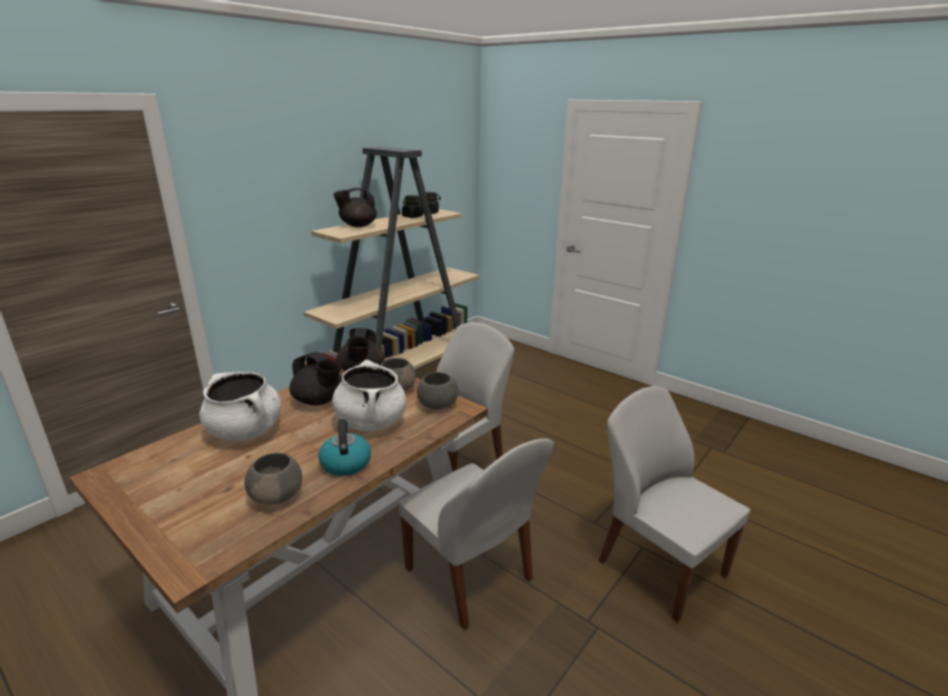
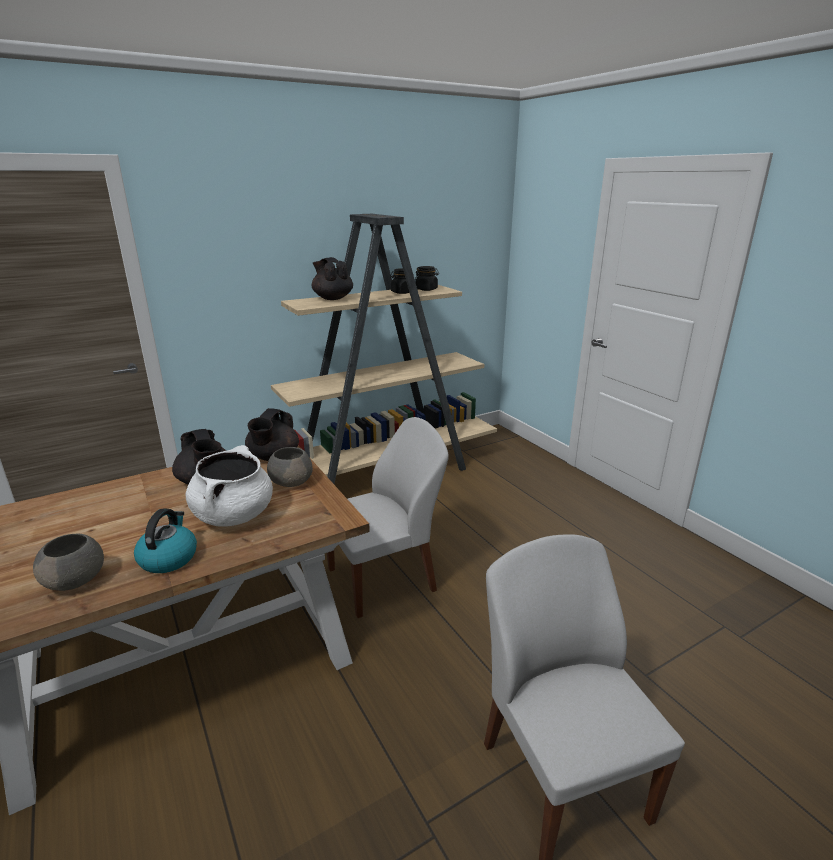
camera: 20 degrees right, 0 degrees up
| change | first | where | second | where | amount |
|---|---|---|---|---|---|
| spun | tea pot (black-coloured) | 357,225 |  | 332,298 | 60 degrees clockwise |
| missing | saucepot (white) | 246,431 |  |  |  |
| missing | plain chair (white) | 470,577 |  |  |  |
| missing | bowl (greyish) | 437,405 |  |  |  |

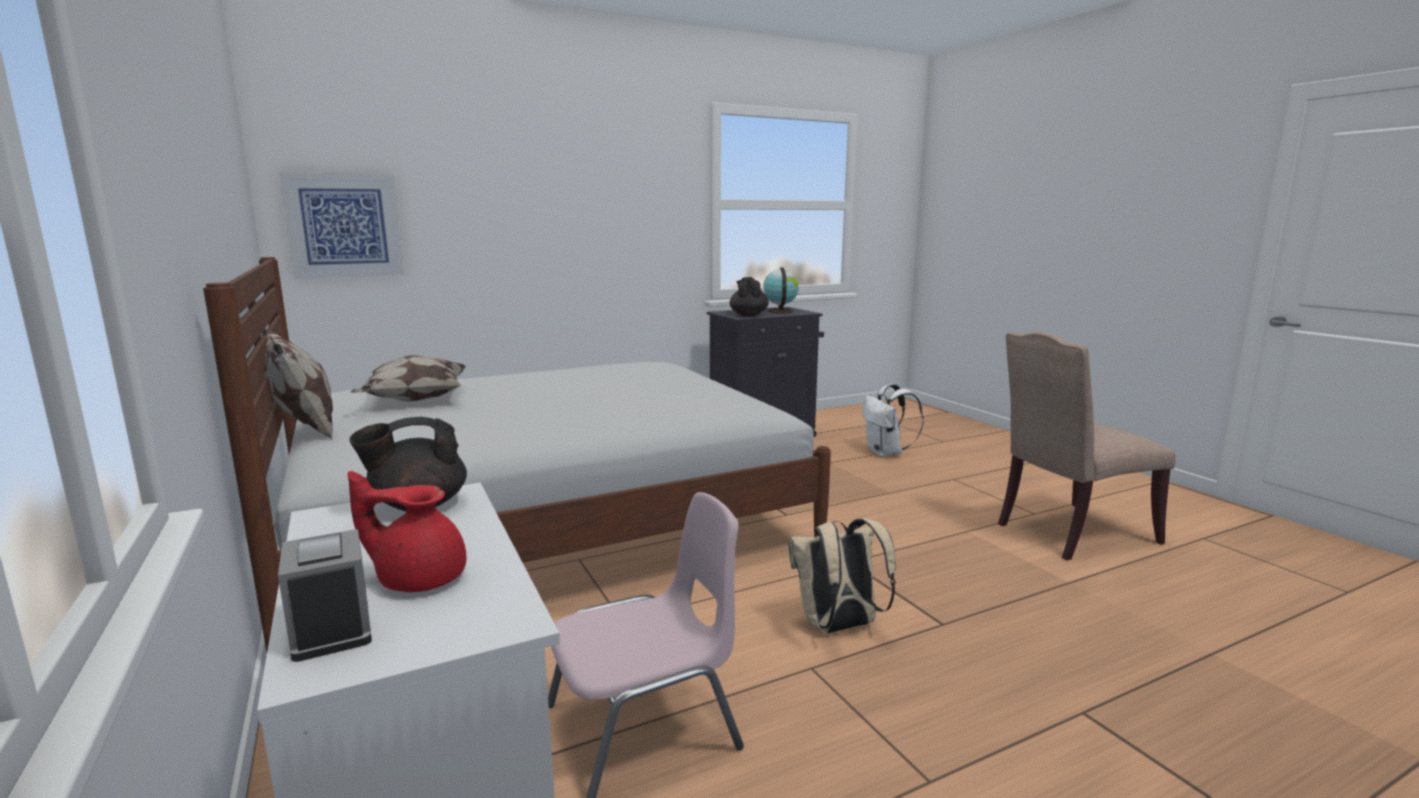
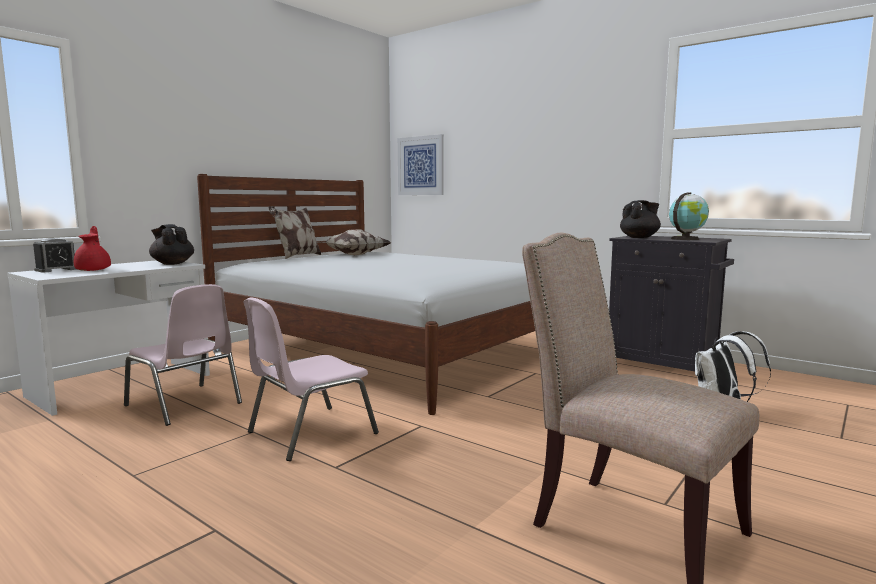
camera: 65 degrees right, 5 degrees down
| change | first | where | second | where | amount |
|---|---|---|---|---|---|
| exchanged | backpack (beige) | 838,627 | plain chair (pink-coloured) | 310,433 |  |

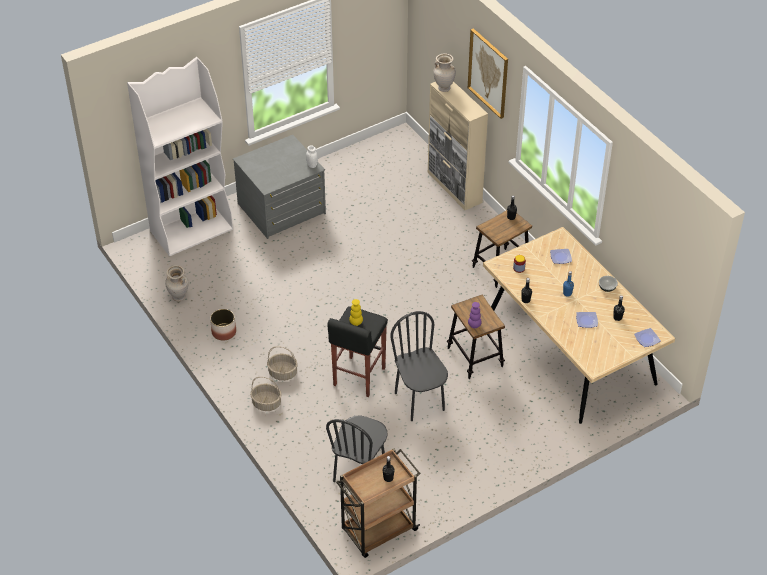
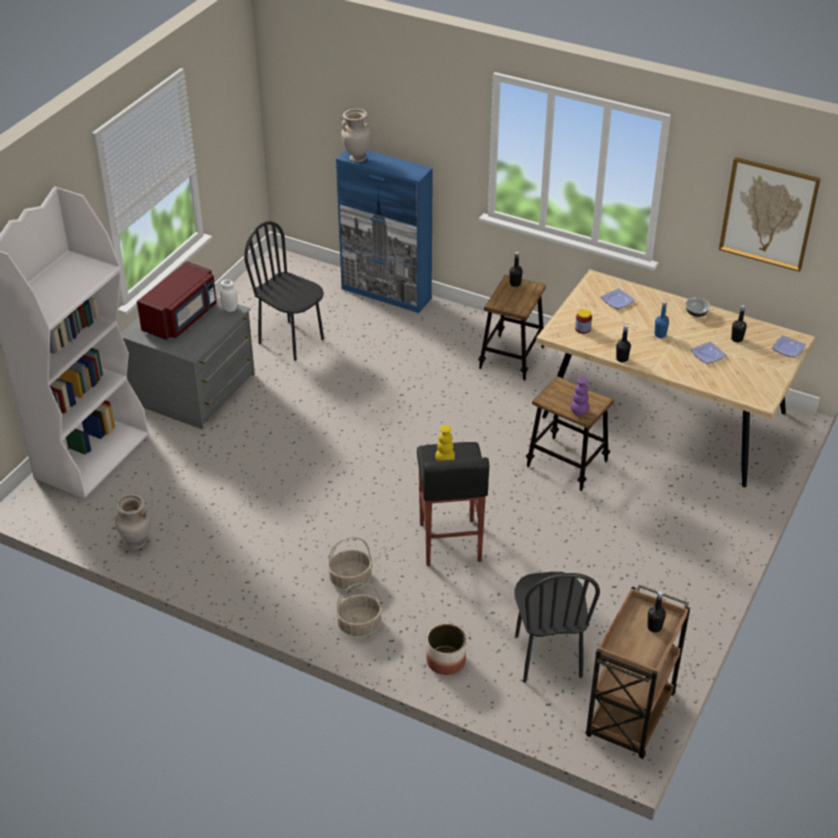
camera: 30 degrees left, 5 degrees down
| change | first | where | second | where | amount |
|---|---|---|---|---|---|
| appeared |  |  | microwave (red-coloured) | 181,318 |  |
| relocated | plain chair (black-coloured) | 420,401 |  | 291,341 |  |
| colour | storage cabinet (beige) | 454,187 | storage cabinet (blue) | 386,294 |  |
| relocated | flower pot | 224,332 |  | 446,661 |  |
| relocated | picture | 488,73 |  | 768,213 |  |

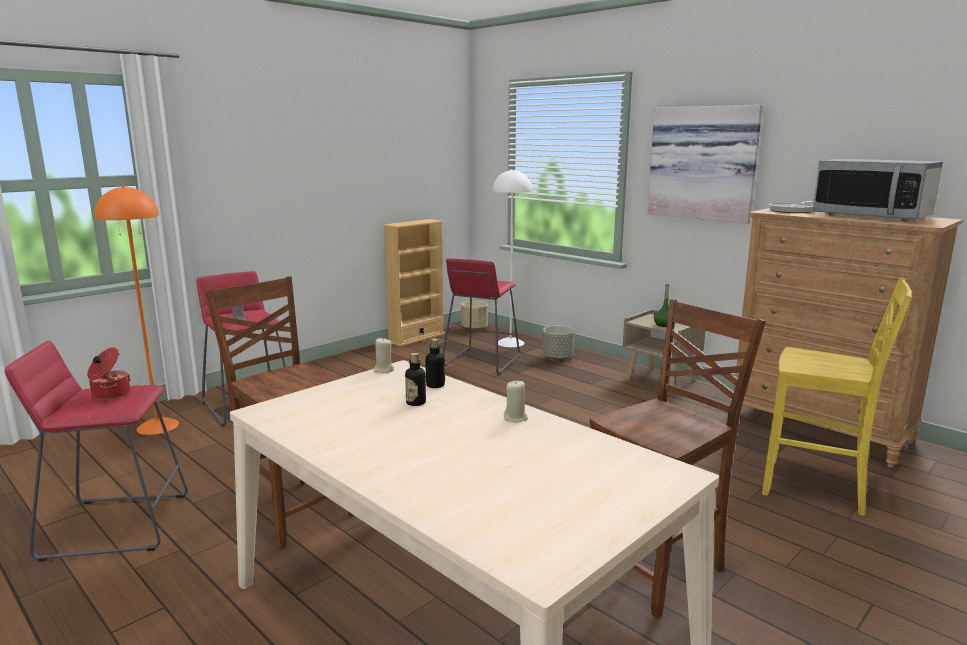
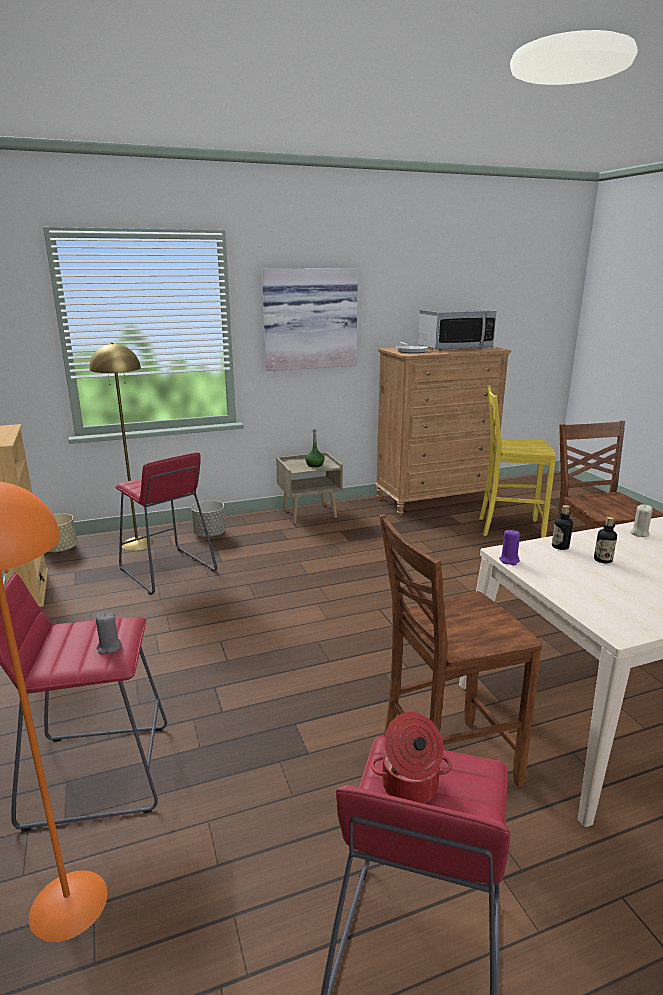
camera: 65 degrees left, 5 degrees up
| change | first | where | second | where | amount |
|---|---|---|---|---|---|
| colour | standard lamp (white) | 510,343 | standard lamp (yellow) | 137,543 |  |
| spun | plain chair (yellow) | 816,489 |  | 508,528 | 135 degrees counterclockwise |
| colour | wax candle (beige) | 383,370 | wax candle (purple) | 509,560 |  |

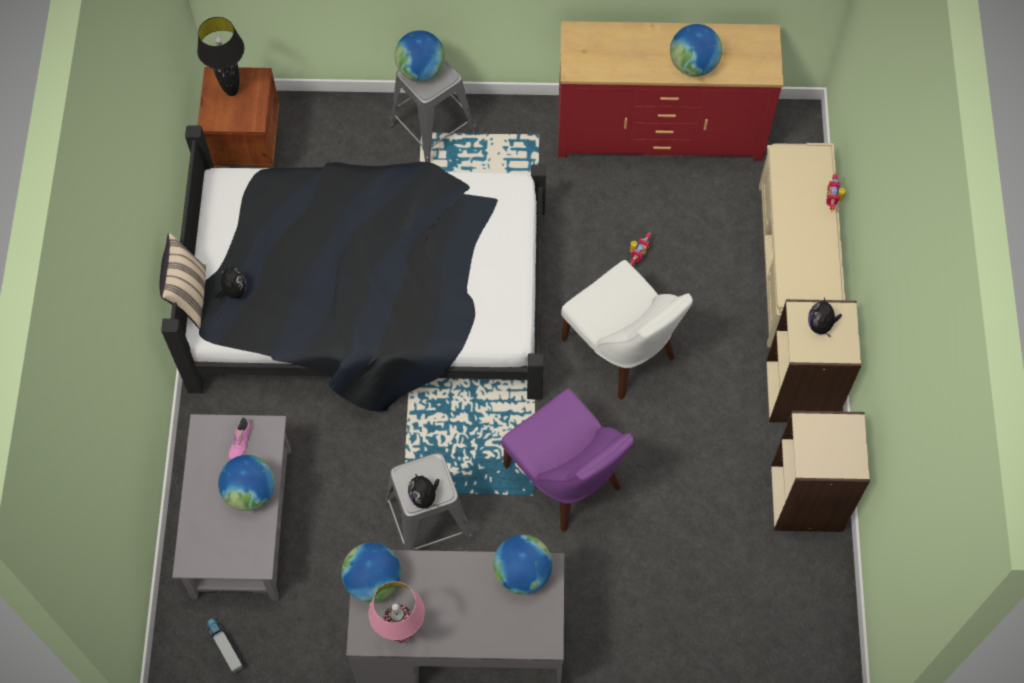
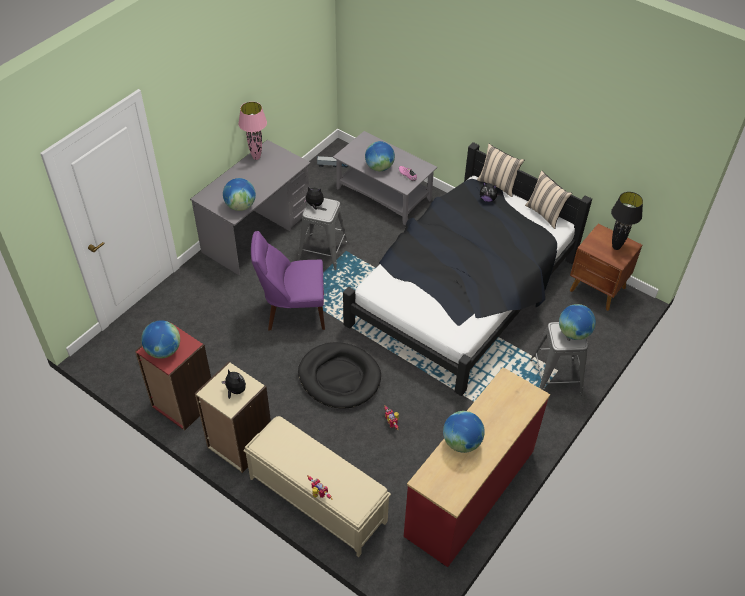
camera: 125 degrees right, 15 degrees down
| change | first | where | second | where | amount |
|---|---|---|---|---|---|
| colour | bookshelf (beige) | 807,498 | bookshelf (red-coloured) | 183,404 |  |
| relocated | world globe | 373,581 |  | 163,350 |  |
| exchanged | plain chair (white) | 622,352 | dog cushion (black-coloured) | 339,377 |  |
| appeared |  |  | cushion (beige) | 545,213 |  |

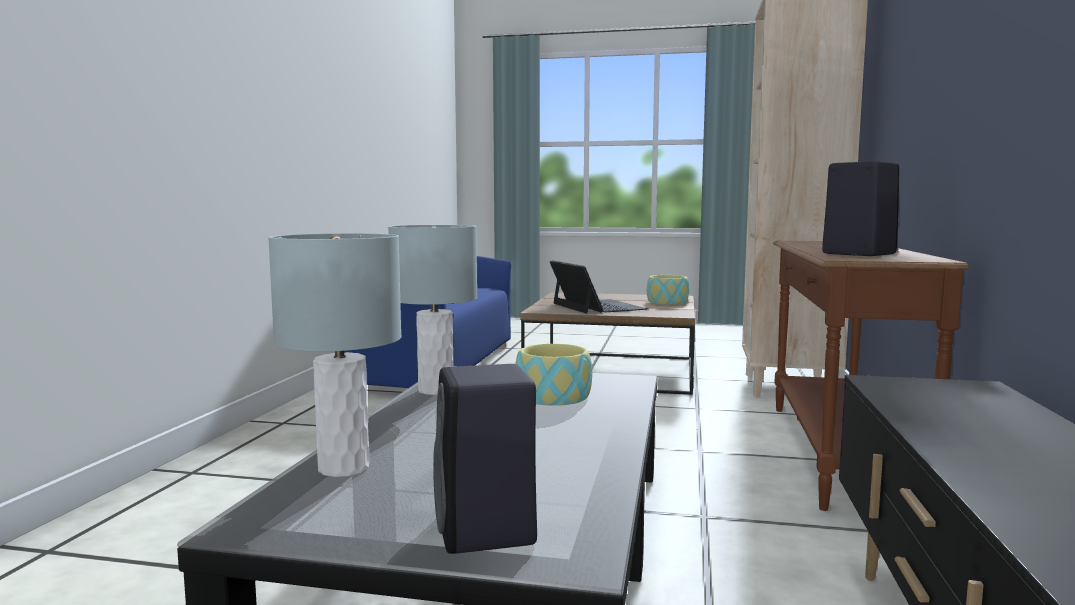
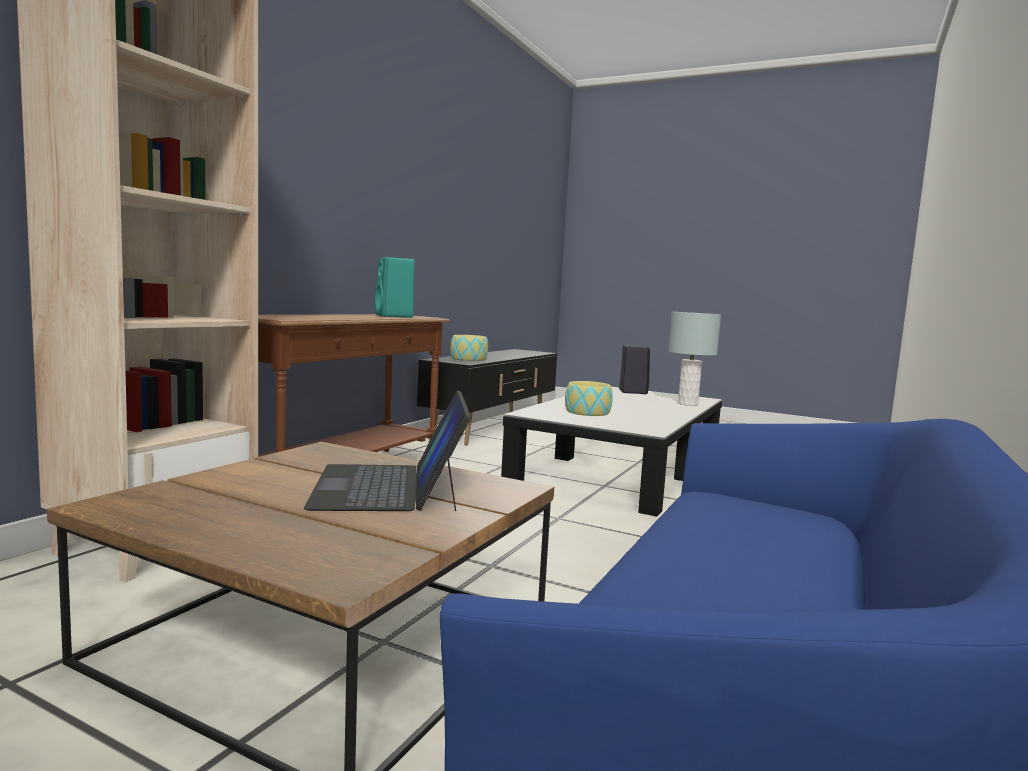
camera: 165 degrees left, 0 degrees up
| change | first | where | second | where | amount |
|---|---|---|---|---|---|
| colour | loudspeaker (black-coloured) | 856,254 | loudspeaker (turquoise-coloured) | 394,316 |  |
| relocated | bowl | 667,302 |  | 468,359 |  |
| missing | lamp for a table (greyish) | 435,390 |  |  |  |

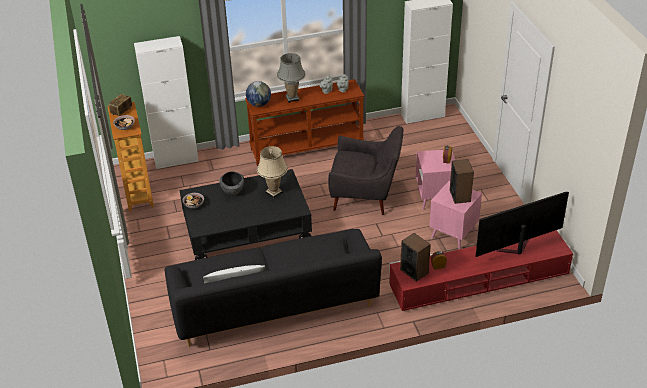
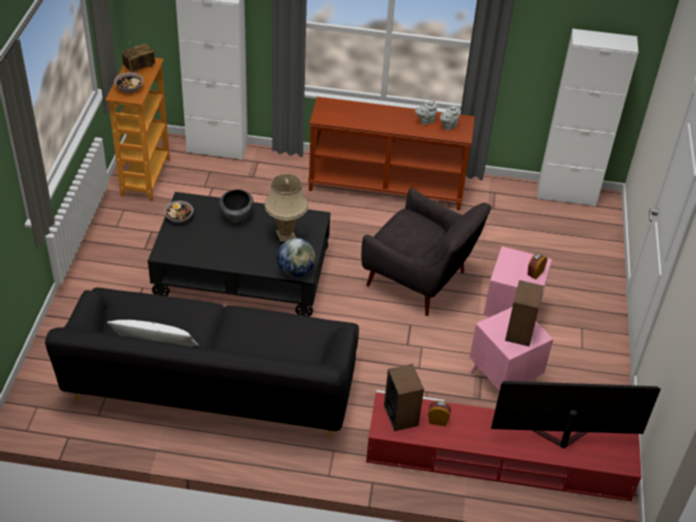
camera: 20 degrees right, 5 degrees up
| change | first | where | second | where | amount |
|---|---|---|---|---|---|
| relocated | world globe | 259,104 |  | 295,271 |  |
| missing | lamp for a table (greyish) | 292,98 |  |  |  |

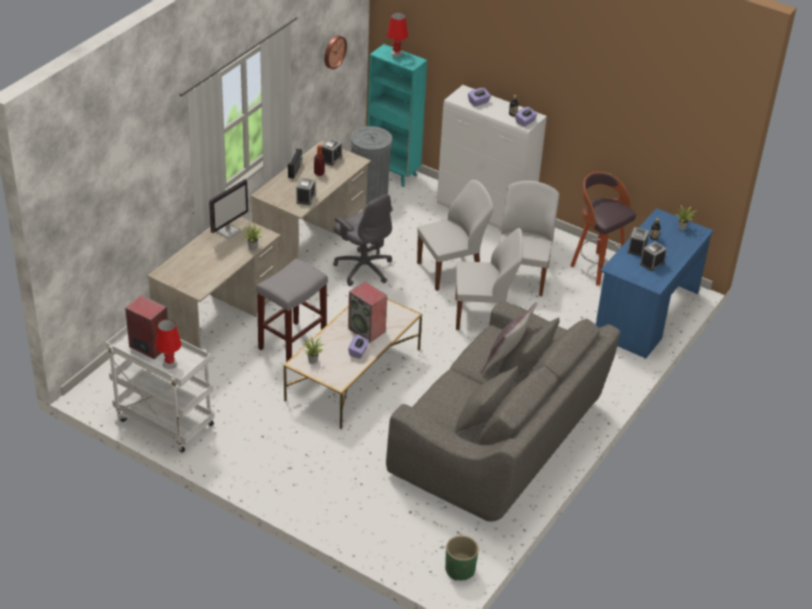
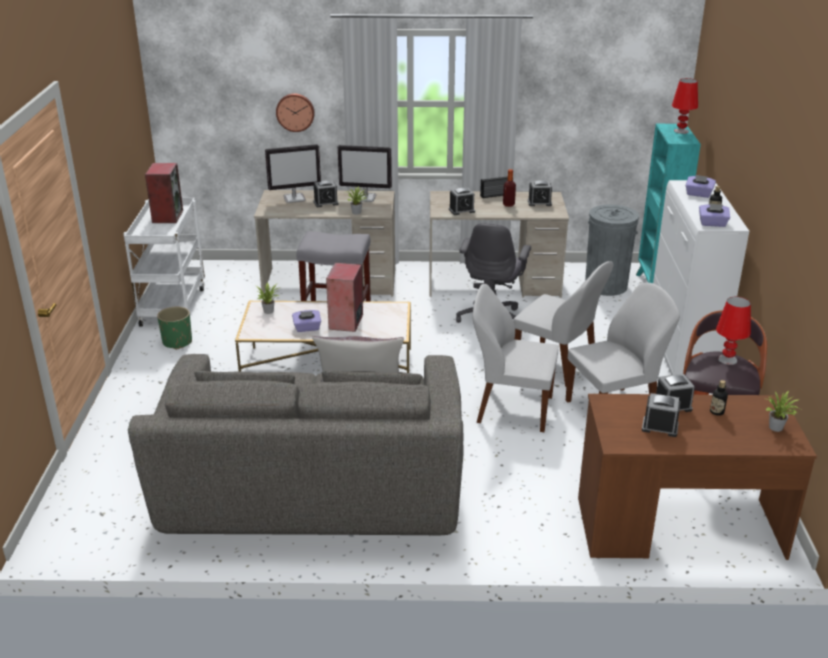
camera: 60 degrees right, 10 degrees down
| change | first | where | second | where | amount |
|---|---|---|---|---|---|
| relocated | flower pot (green) | 460,570 |  | 177,342 |  |
| appeared |  |  | computer screen | 294,198 |  |
| relocated | hanging clock | 333,51 |  | 295,112 |  |
| appeared |  |  | bedside clock | 326,203 |  |
| spun | plain chair (white) | 483,315 |  | 512,409 | 135 degrees clockwise |
| colour | desk unit (blue) | 646,314 | desk unit (brownish) | 678,528 |  |
| relocated | lamp for a table (red-coloured) | 170,364 |  | 727,360 |  |

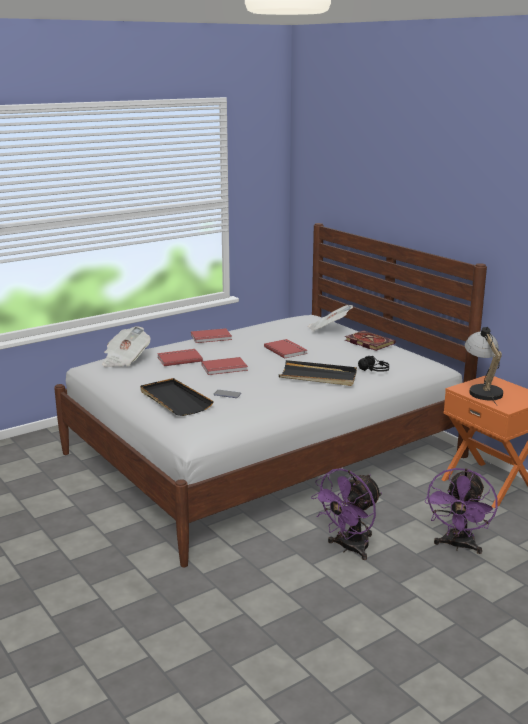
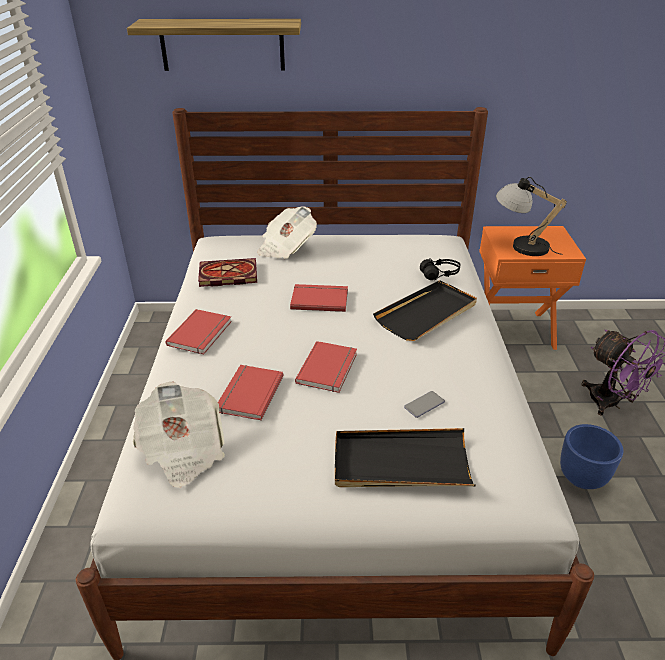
camera: 55 degrees left, 15 degrees up
| change | first | where | second | where | amount |
|---|---|---|---|---|---|
| appeared |  |  | shelf | 222,45 |  |
| relocated | book | 368,342 |  | 226,275 |  |
| exchanged | cooling fan (purple) | 349,548 | flower pot (blue) | 582,477 |  |

